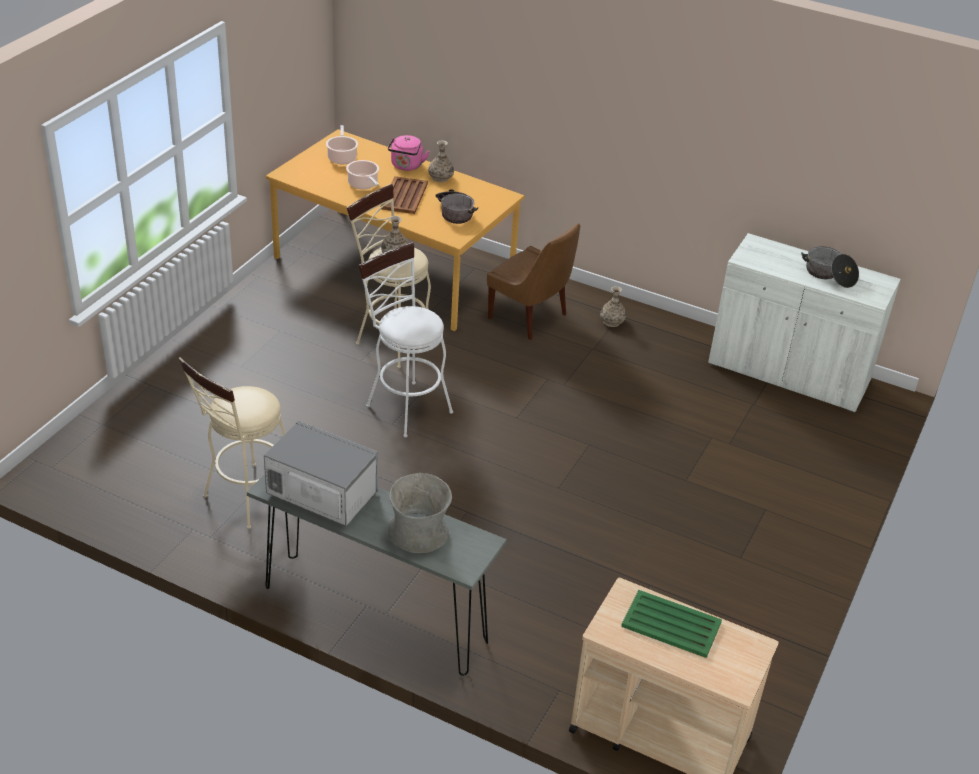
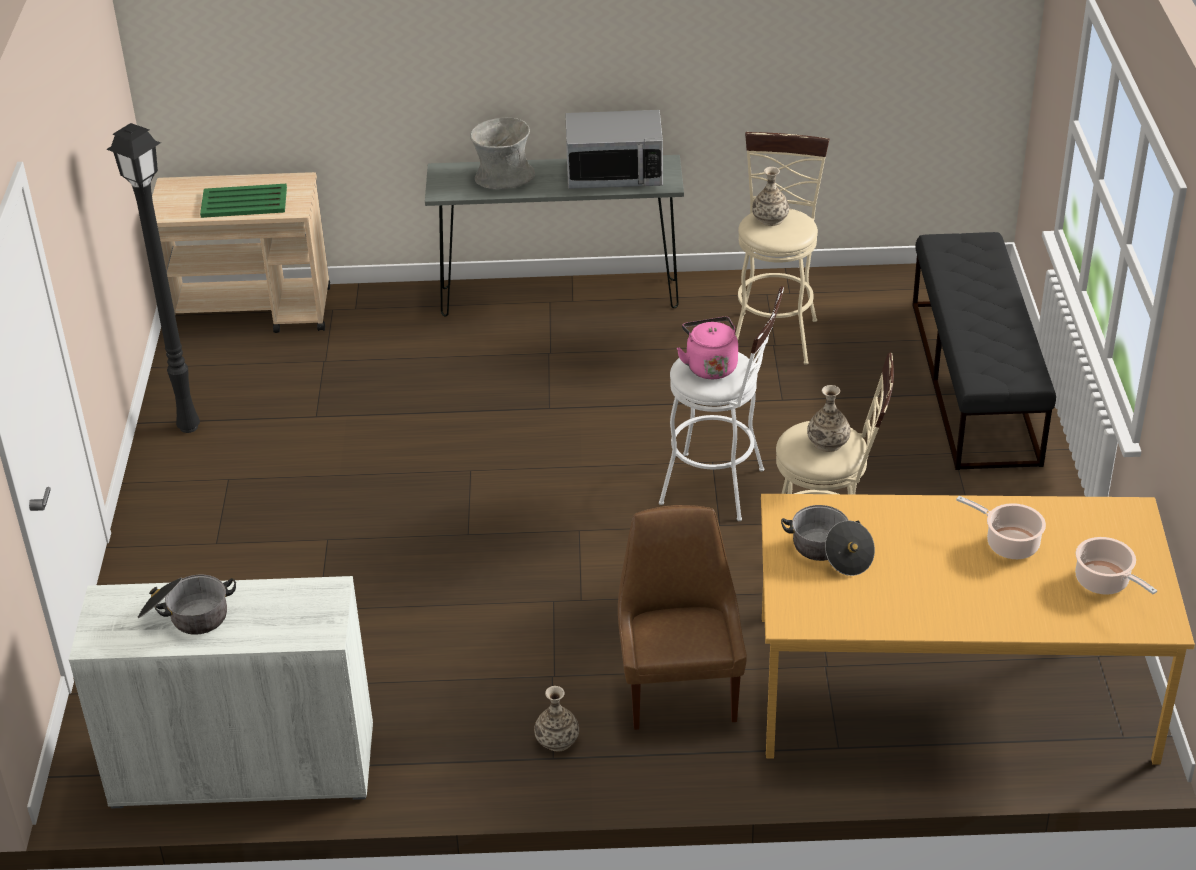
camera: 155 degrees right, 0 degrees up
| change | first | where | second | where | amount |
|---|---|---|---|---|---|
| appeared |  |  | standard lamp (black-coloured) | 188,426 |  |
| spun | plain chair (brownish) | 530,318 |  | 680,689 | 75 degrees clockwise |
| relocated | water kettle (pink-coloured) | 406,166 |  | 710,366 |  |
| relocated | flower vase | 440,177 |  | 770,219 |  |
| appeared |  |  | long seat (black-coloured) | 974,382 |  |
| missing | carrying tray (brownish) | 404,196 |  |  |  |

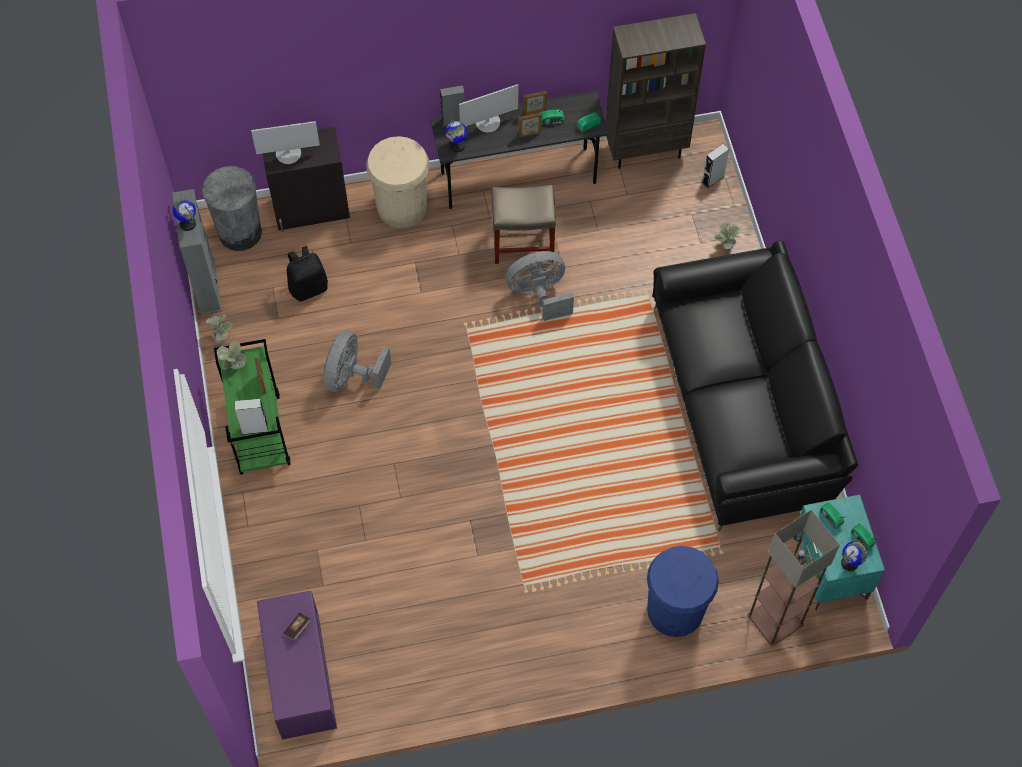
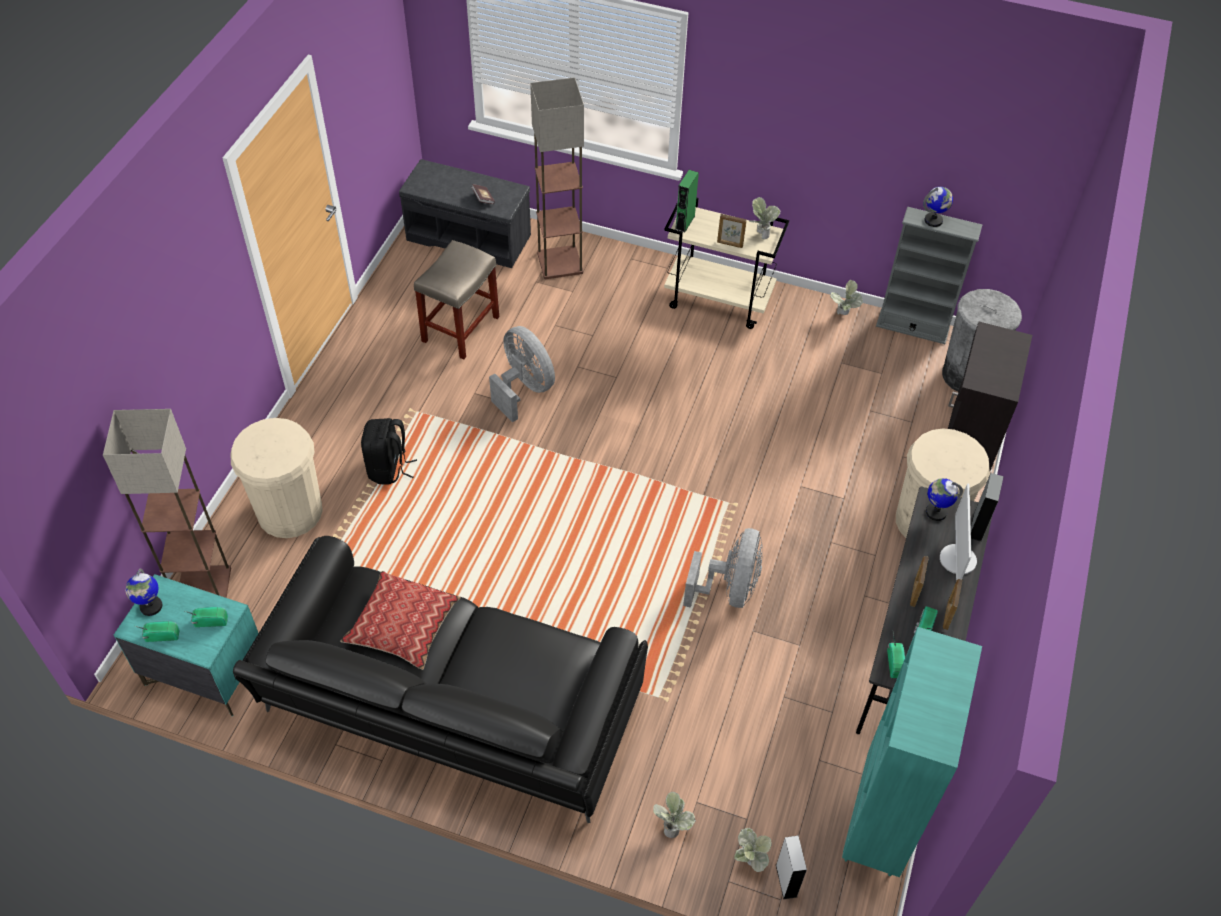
camera: 120 degrees right, 10 degrees down
| change | first | where | second | where | amount |
|---|---|---|---|---|---|
| colour | waste bin (blue) | 675,610 | waste bin (beige) | 290,511 |  |
| appeared |  |  | cushion | 402,626 |  |
| relocated | backpack (black-coloured) | 308,287 |  | 389,468 |  |
| colour | long seat (purple) | 299,675 | long seat (greyish) | 470,237 |  |
| relocated | stool seat (beige) | 522,244 |  | 461,328 |  |
| relocated | cooling fan (greyish) | 352,376 |  | 524,389 |  |
| appeared |  |  | standard lamp | 560,262 |  |
| colour | trolley (green) | 259,433 | trolley (beige) | 719,300 |  |
| colour | loudspeaker (greyish) | 254,428 | loudspeaker (green) | 685,222 |  |
| appeared |  |  | plant in a pot | 749,862 |  |
| colour | bookshelf (brownish) | 646,150 | bookshelf (turquoise-coloured) | 879,825 |  |
| missing | computer screen | 288,153 |  |  |  |

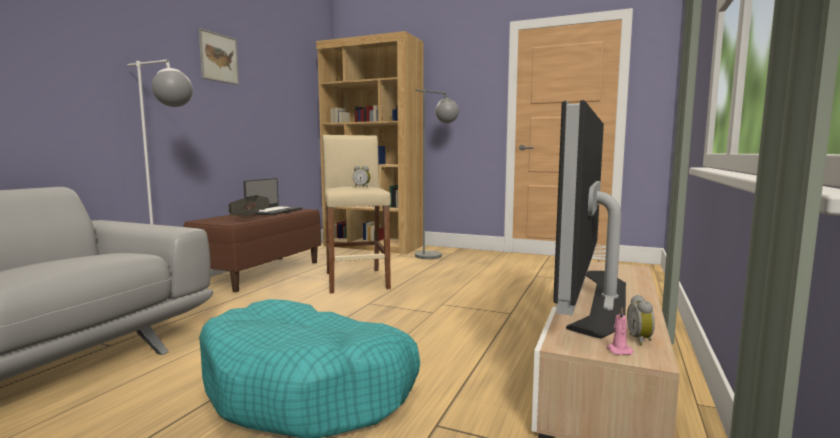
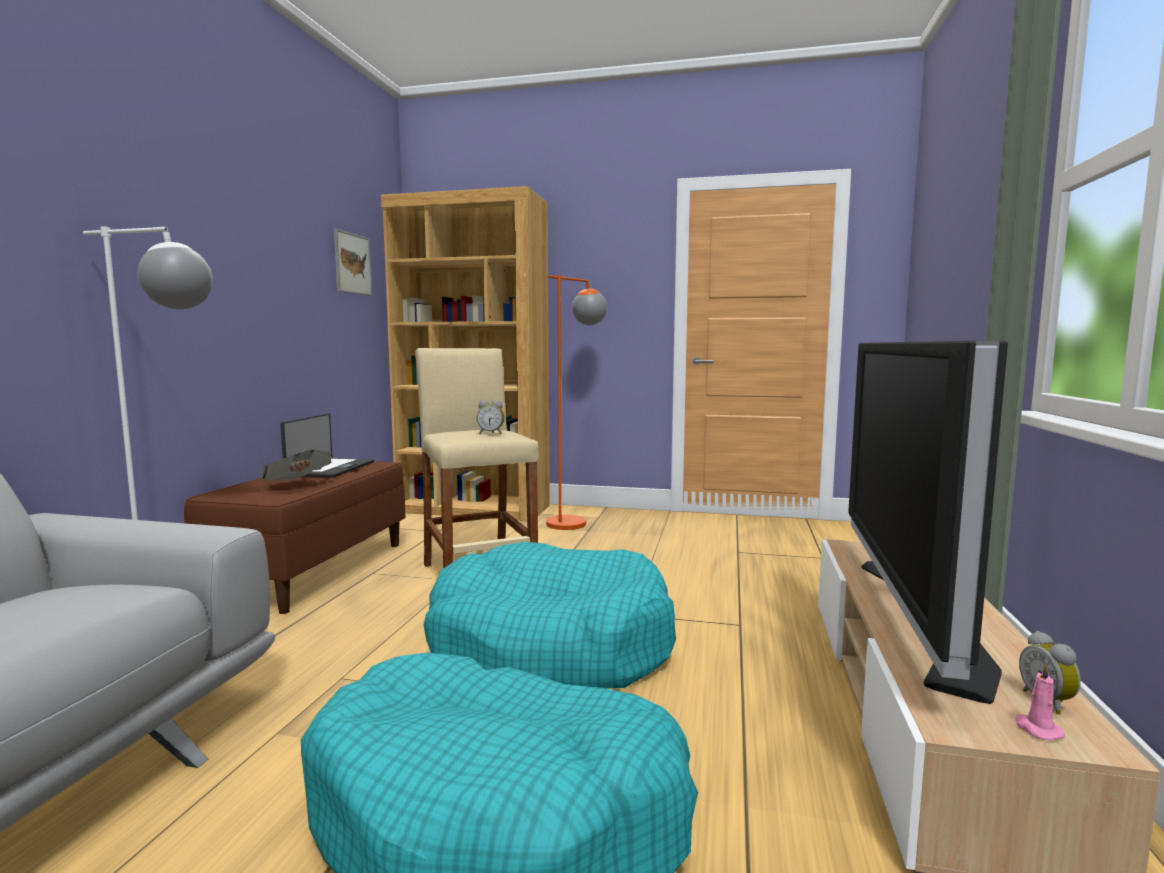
camera: 10 degrees left, 0 degrees up
| change | first | where | second | where | amount |
|---|---|---|---|---|---|
| relocated | picture | 218,58 |  | 352,264 |  |
| appeared |  |  | dog cushion (turquoise-coloured) | 550,645 |  |
| colour | standard lamp (greyish) | 435,254 | standard lamp (orange) | 575,521 |  |

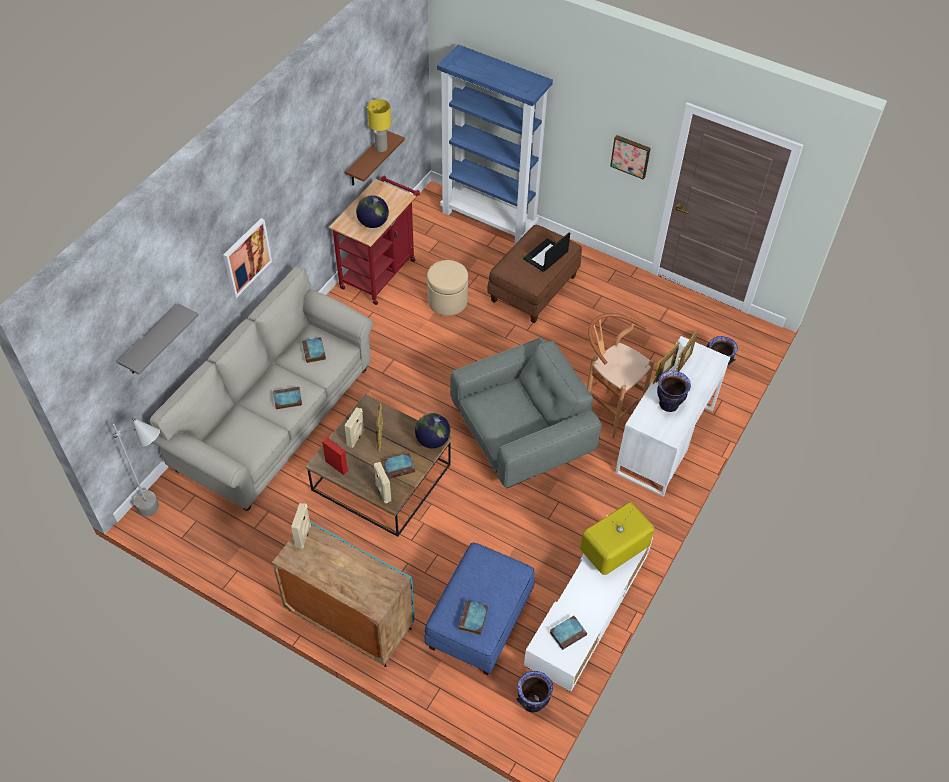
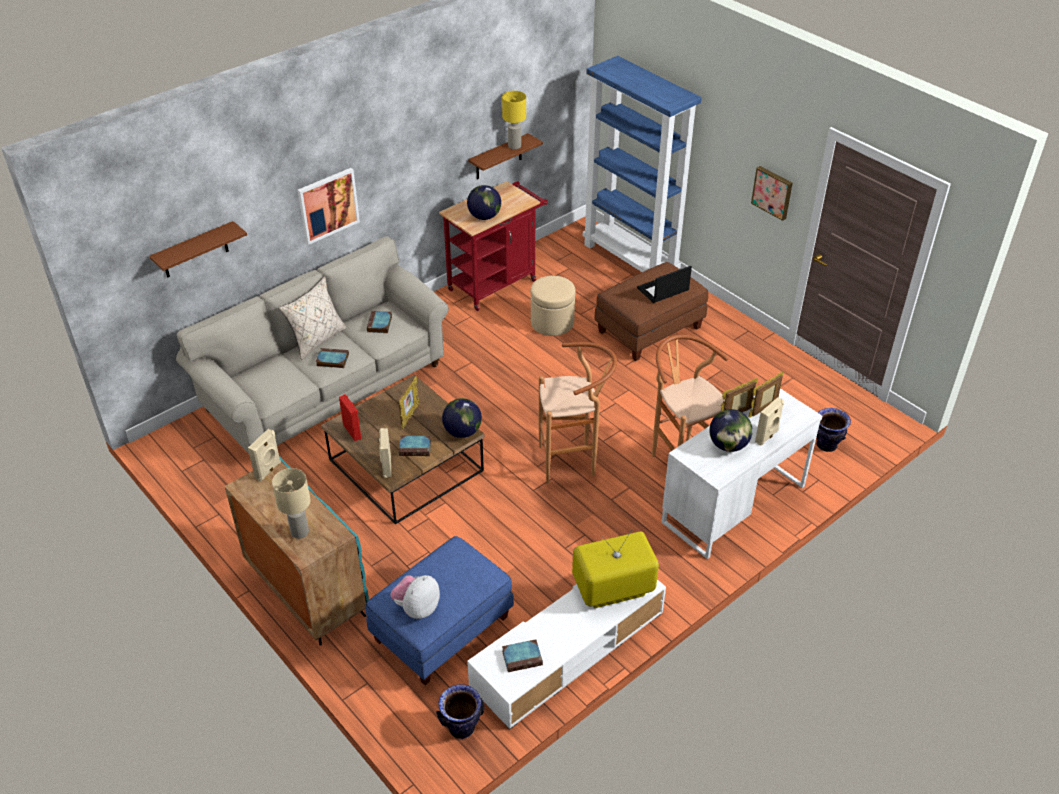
camera: 20 degrees right, 10 degrees down
| change | first | where | second | where | amount |
|---|---|---|---|---|---|
| colour | shelf (greyish) | 151,341 | shelf (brownish) | 195,251 |  |
| appeared |  |  | lamp for a table (beige) | 299,532 |  |
| appeared |  |  | cushion (beige) | 317,340 |  |
| exchanged | book | 473,619 | plush toy | 417,608 |  |
| exchanged | easy chair (greyish) | 521,435 | stool seat (brownish) | 573,461 |  |
| exchanged | flower vase | 669,405 | world globe | 728,445 |  |
| relocated | loudspeaker (beige) | 356,437 |  | 767,436 |  |
| missing | standard lamp (greyish) | 163,513 |  |  |  |

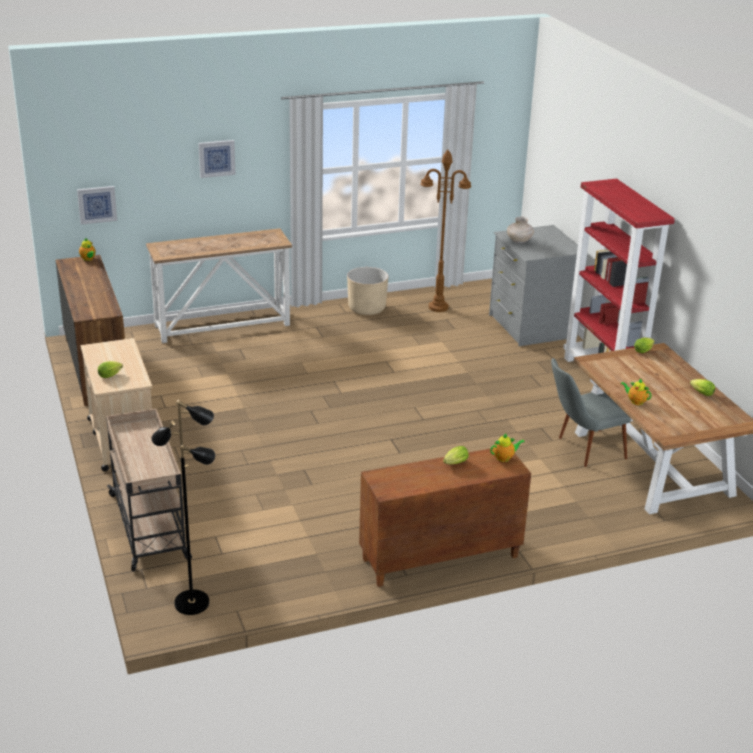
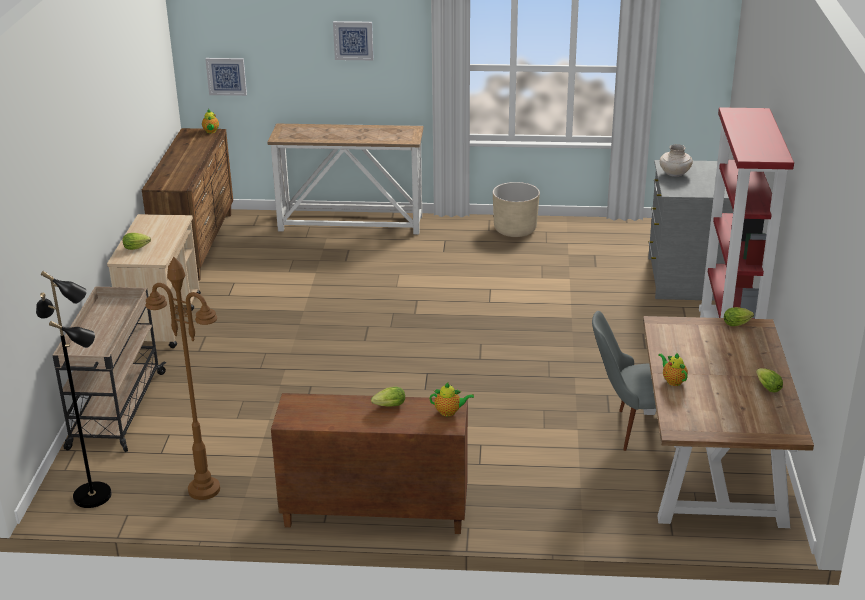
camera: 25 degrees right, 0 degrees up
| change | first | where | second | where | amount |
|---|---|---|---|---|---|
| relocated | standard lamp (brownish) | 438,307 |  | 204,489 |  |

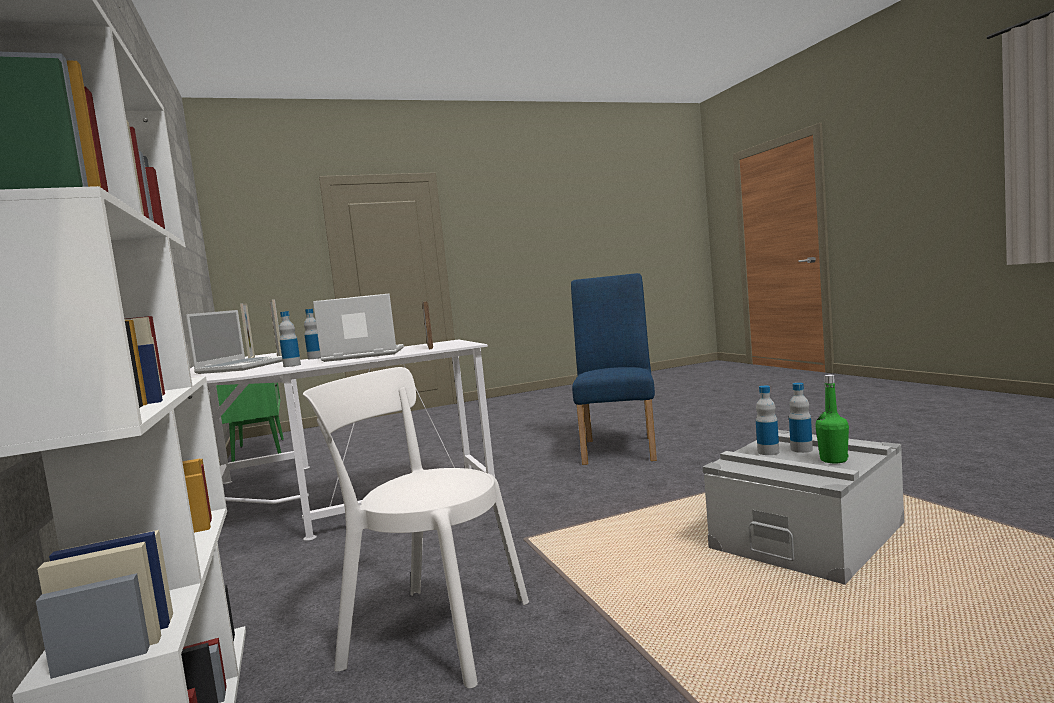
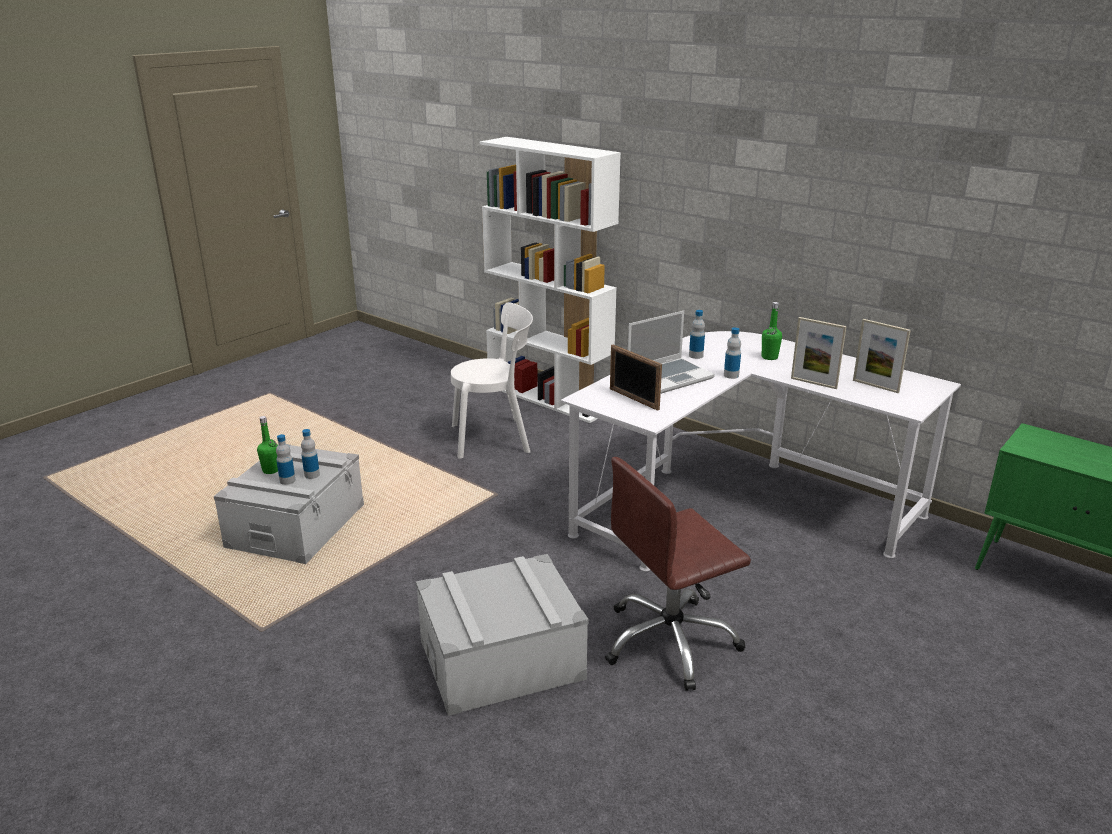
camera: 150 degrees right, 20 degrees up
| change | first | where | second | where | amount |
|---|---|---|---|---|---|
| exchanged | plain chair (blue) | 620,447 | storage bin (greyish) | 501,660 |  |
| appeared |  |  | computer chair (brownish) | 670,642 |  |
| exchanged | notebook computer | 242,367 | drink bottle (green) | 769,357 |  |

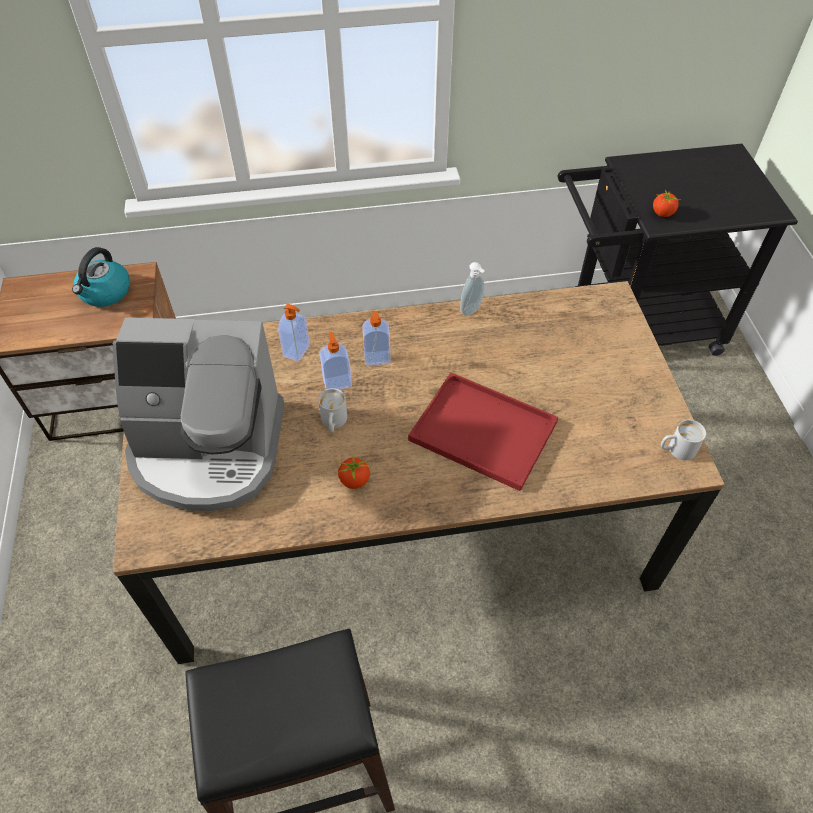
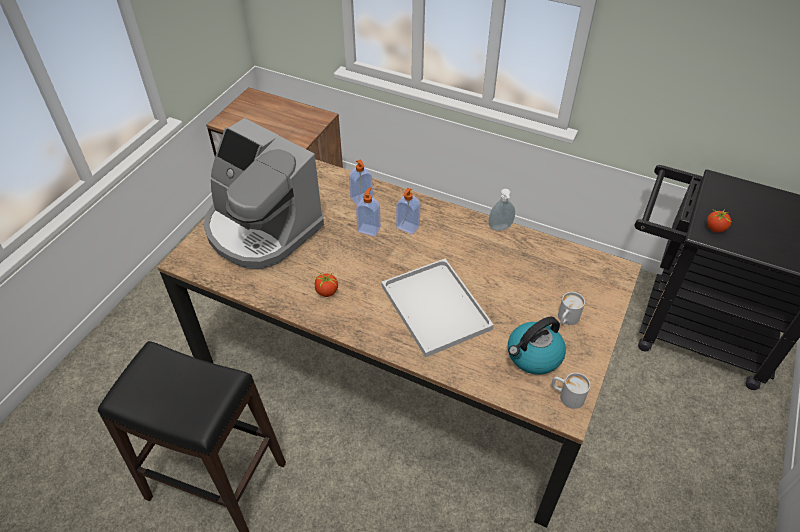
camera: 35 degrees right, 5 degrees down
| change | first | where | second | where | amount |
|---|---|---|---|---|---|
| colour | carrying tray (red-coloured) | 480,431 | carrying tray (white) | 433,306 |  |
| relocated | water kettle | 105,293 |  | 533,356 |  |
| relocated | mug (white) | 333,423 |  | 566,320 |  |

